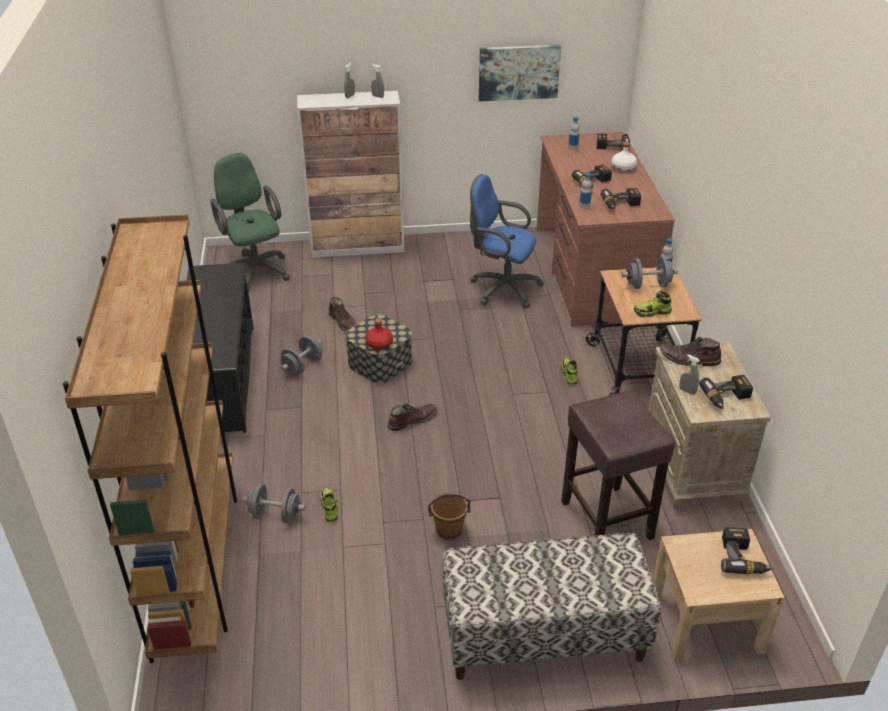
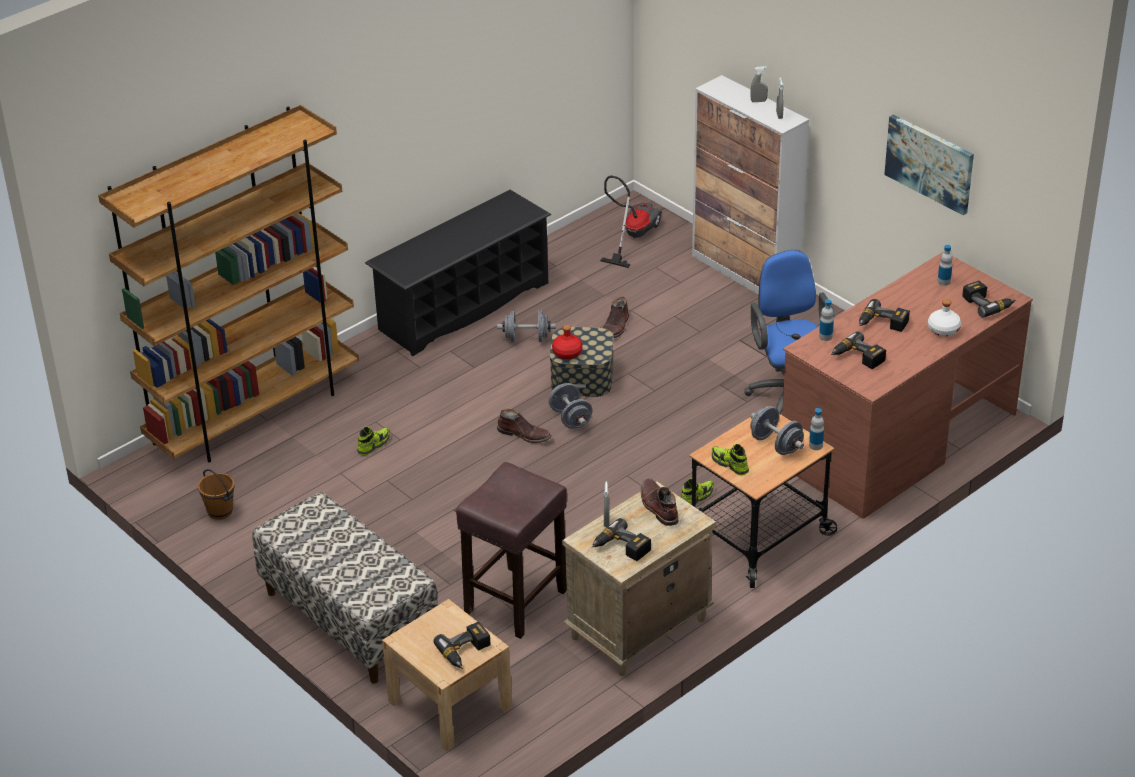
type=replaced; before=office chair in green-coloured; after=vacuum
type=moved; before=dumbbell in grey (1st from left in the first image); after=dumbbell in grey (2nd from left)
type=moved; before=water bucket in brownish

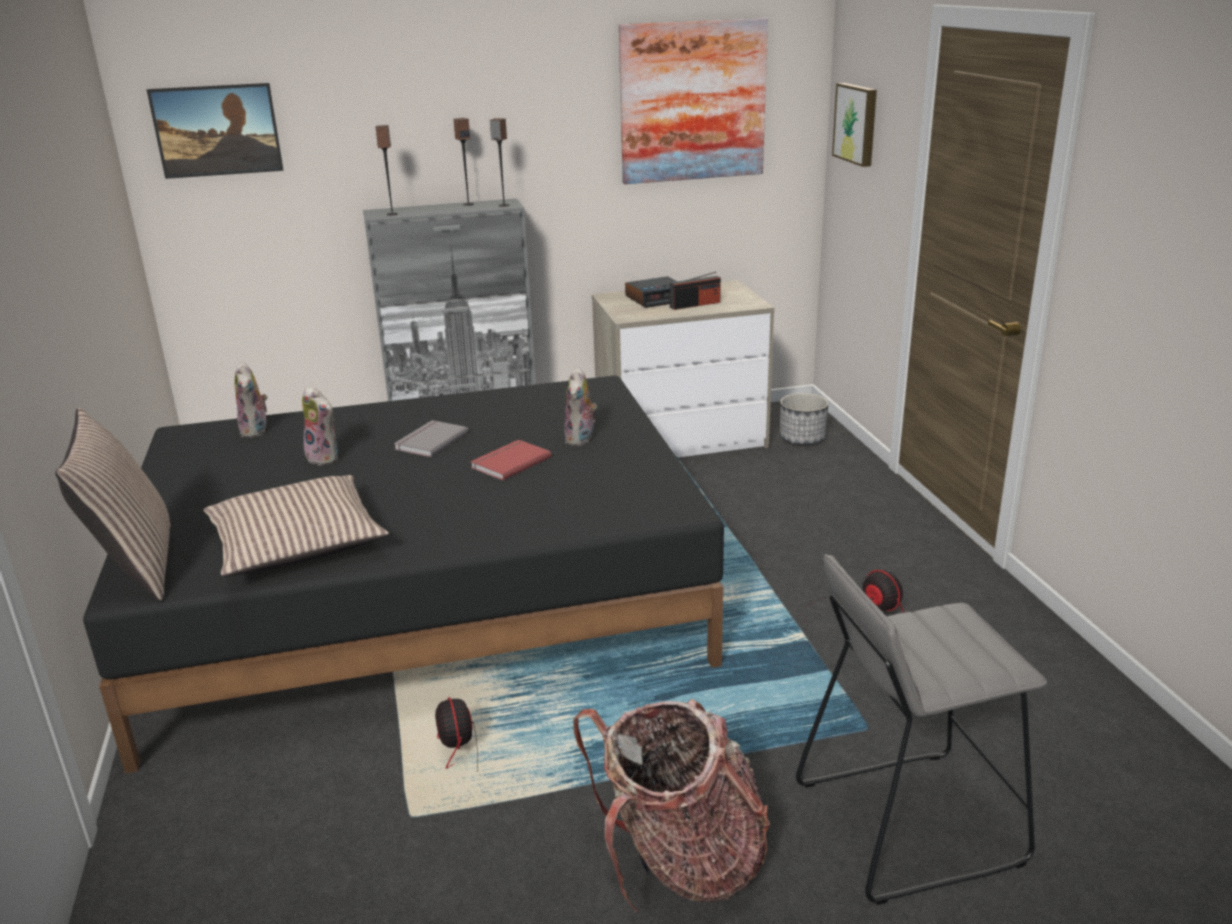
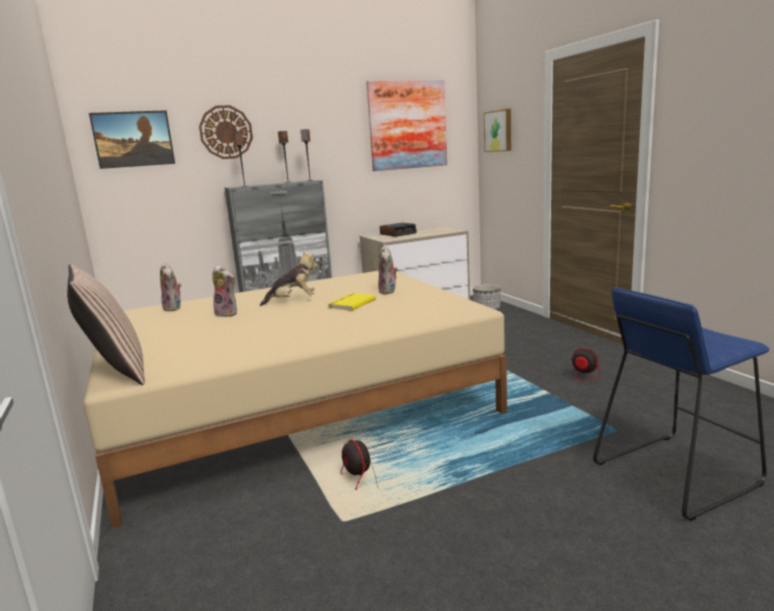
type=recoloured; before=bed in blackish; after=bed in beige-coloured
type=removed; before=throw pillow (2nd from left)
type=replaced; before=bound book in grey; after=plush toy (3rd from left)
type=recoloured; before=bound book in red-coloured; after=bound book in yellow
type=removed; before=rucksack
type=removed; before=radio set
type=recoloured; before=stool seat in grey; after=stool seat in bluish
type=added; after=wall clock

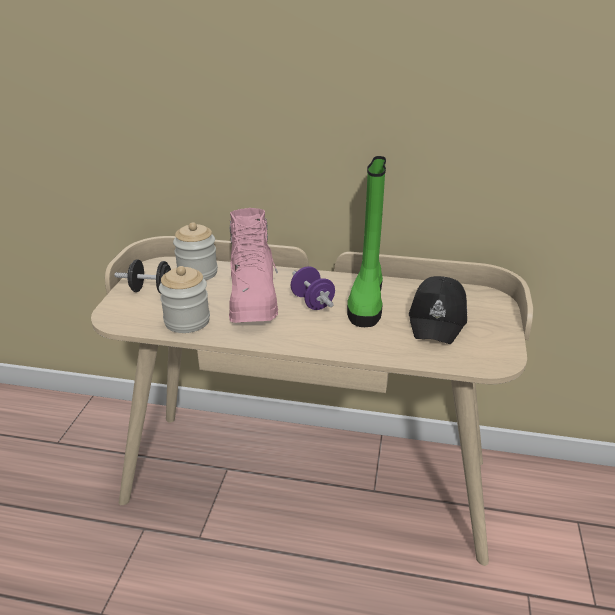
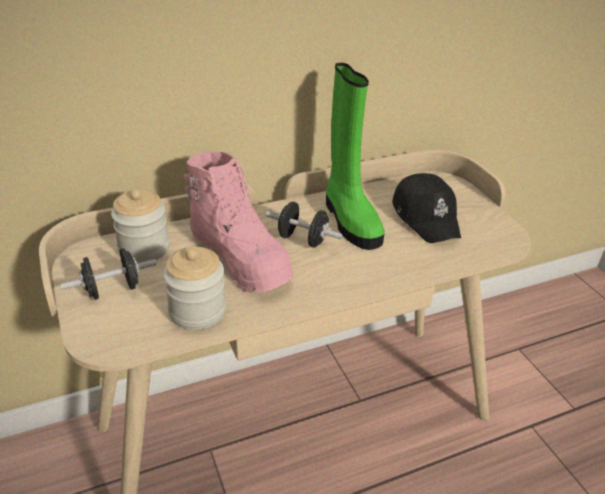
type=recoloured; before=dumbbell in purple-coloured; after=dumbbell in blackish (2nd from left)

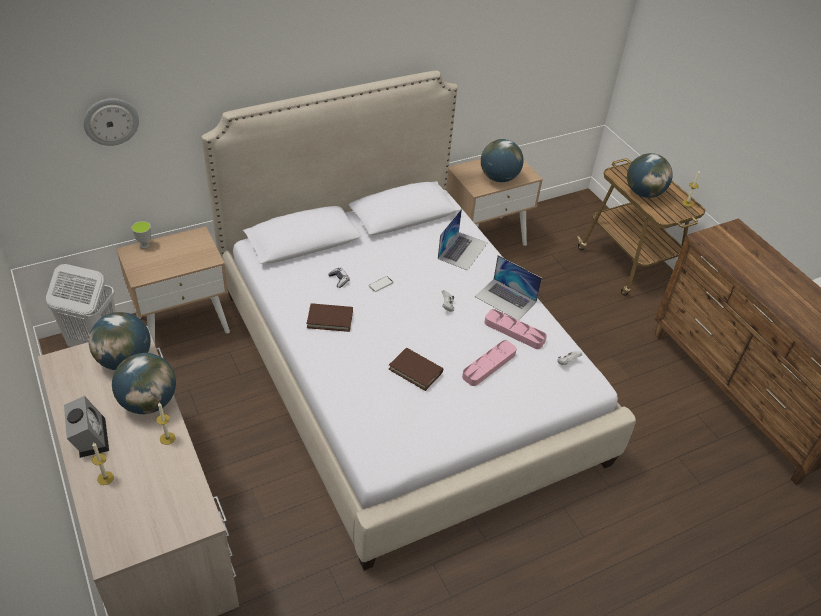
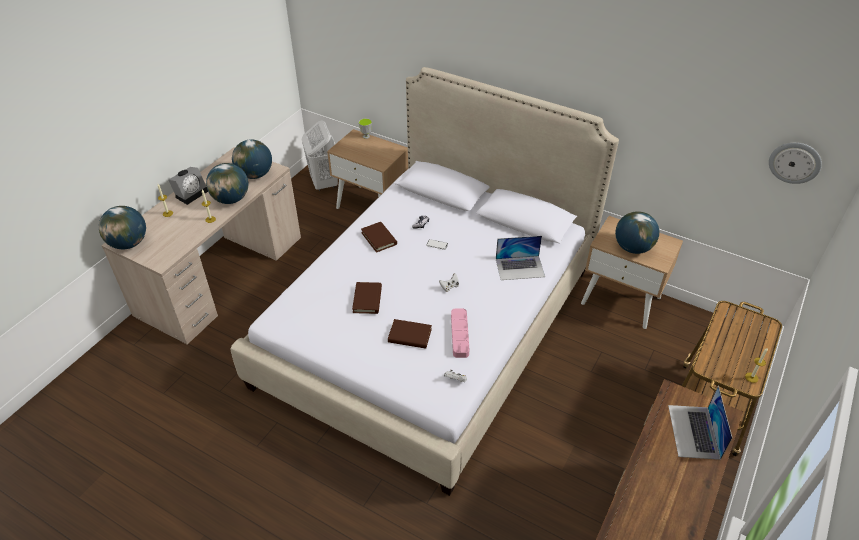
type=moved; before=wall clock
type=replaced; before=carrying tray in pink (1st from left); after=bound book in brownish (3rd from left)
type=moved; before=portable computer (2nd from left)
type=moved; before=globe (4th from left in the first image); after=globe (1st from left)

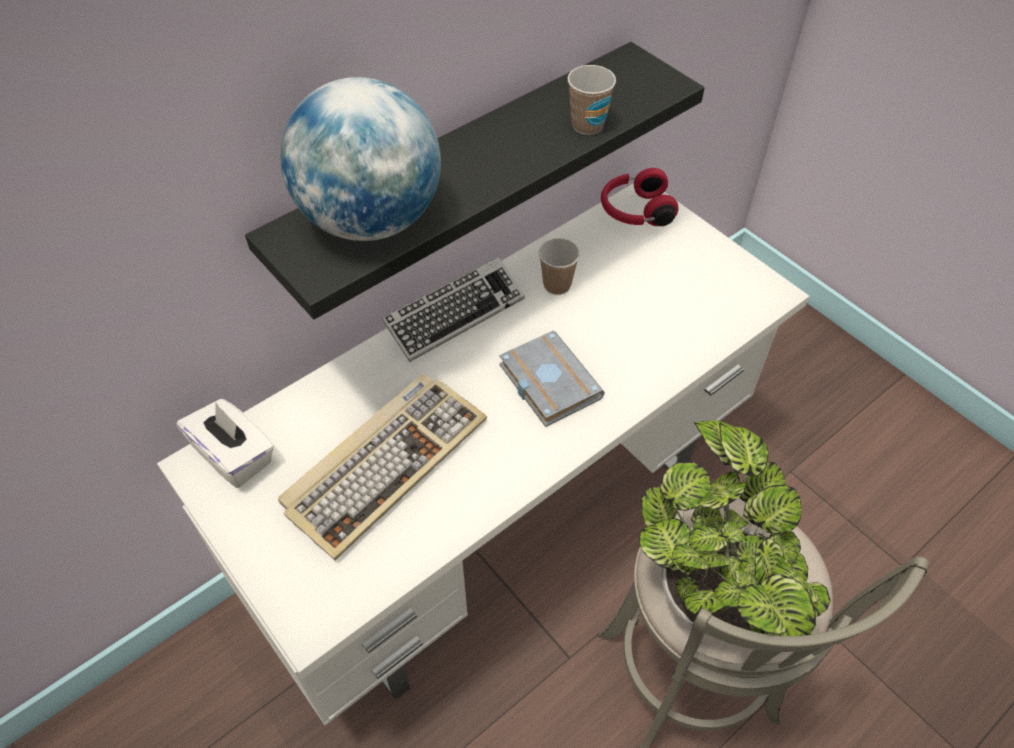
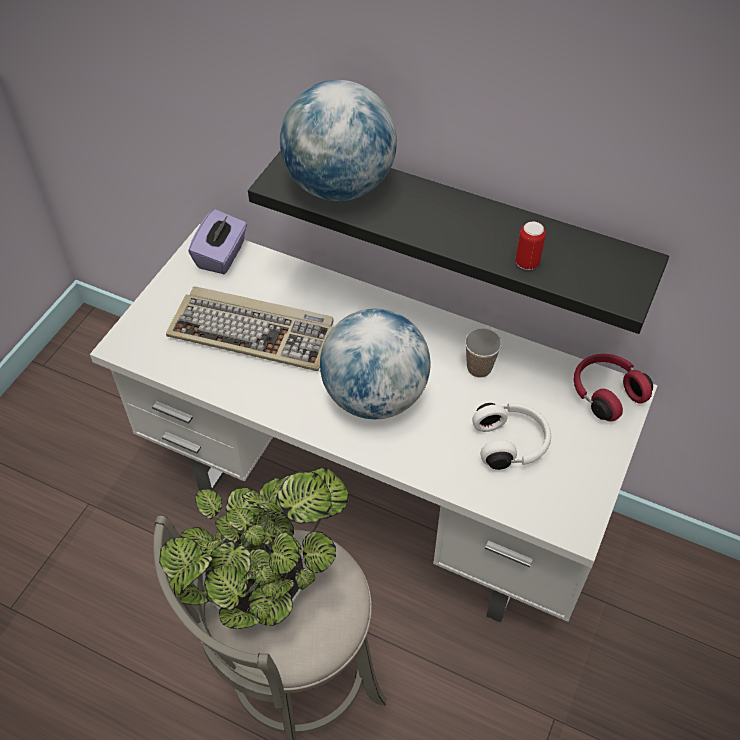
type=recoloured; before=tissue holder in whitish; after=tissue holder in purple-coloured
type=removed; before=PC keyboard (2nd from left)
type=replaced; before=bound book in grey; after=globe (2nd from left)
type=replaced; before=small cup (2nd from left); after=sealed can
type=added; after=pair of headphones in whitish

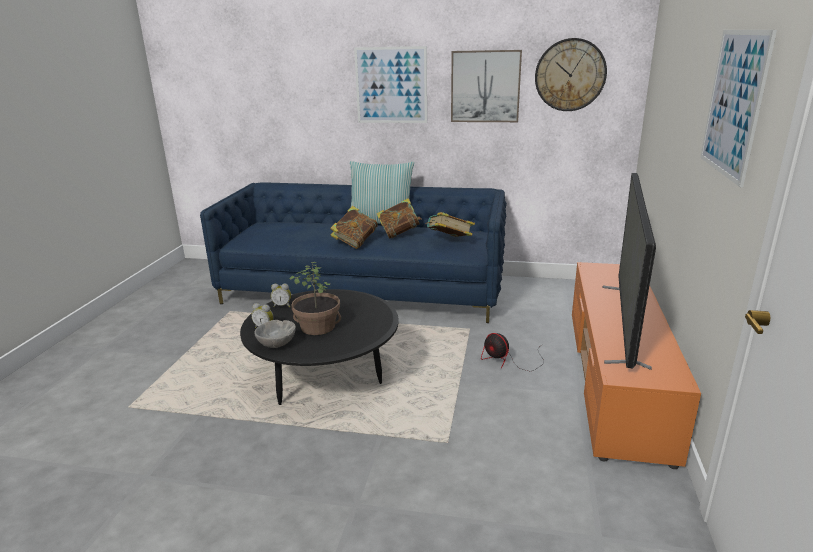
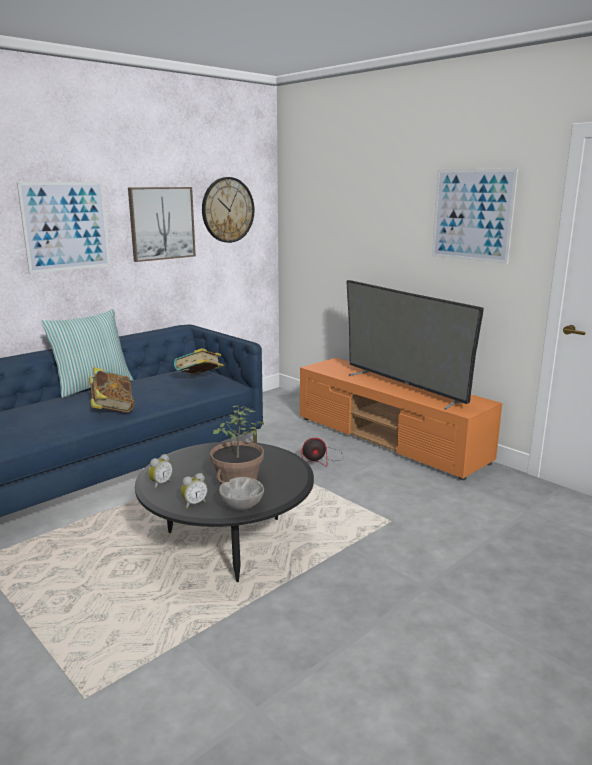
type=removed; before=bound book (2nd from left)

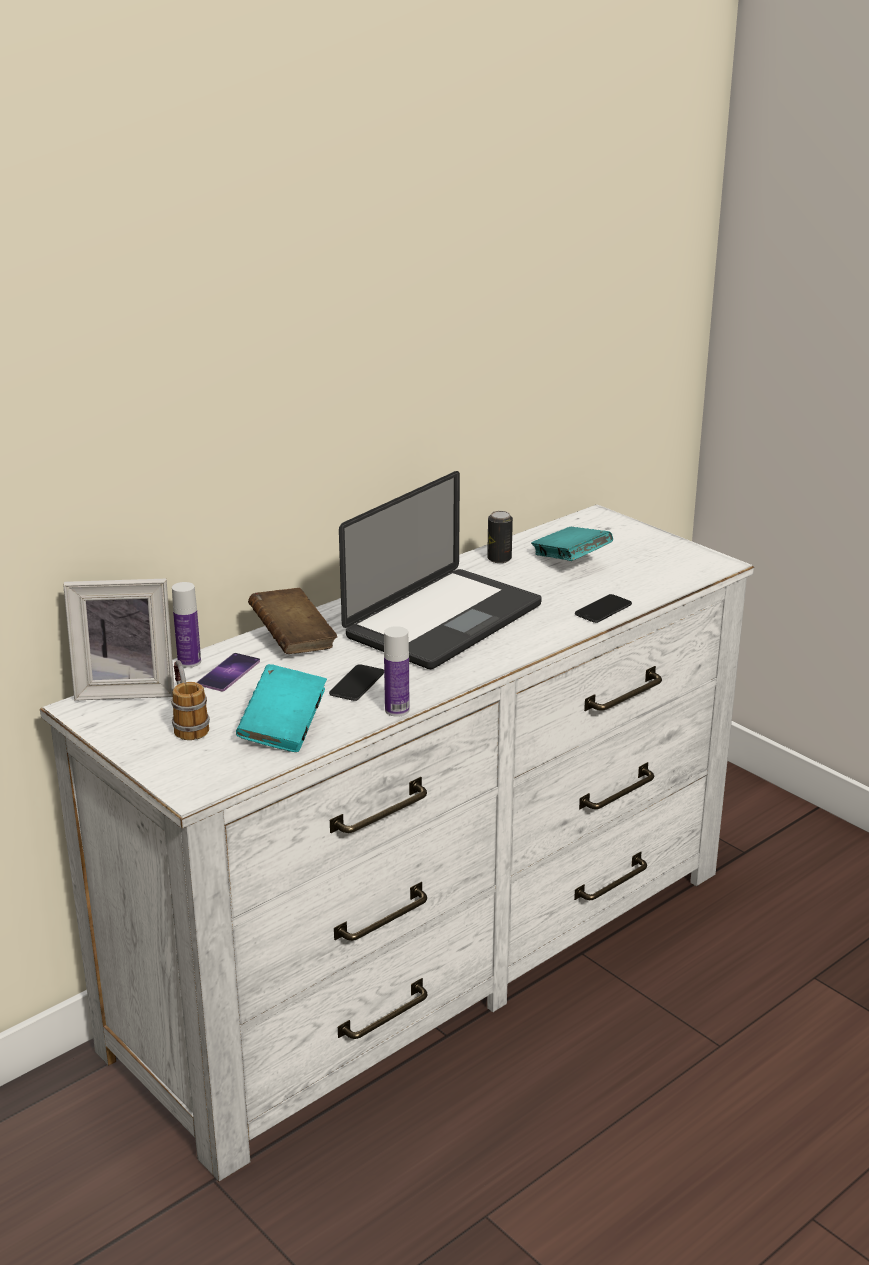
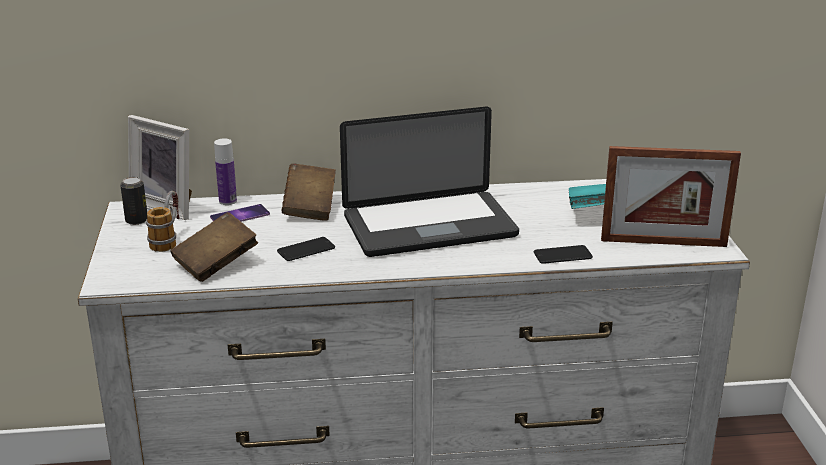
type=recoloured; before=bound book in blue-green (1st from left); after=bound book in brownish (1st from left)
type=removed; before=drink bottle (2nd from left)
type=moved; before=sealed can
type=added; after=standing frame (2nd from left)

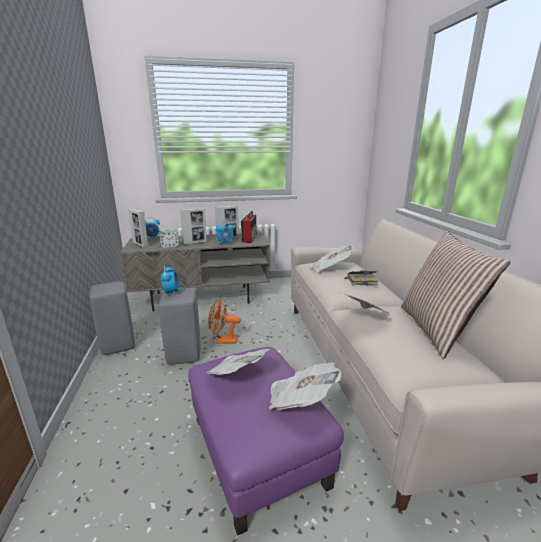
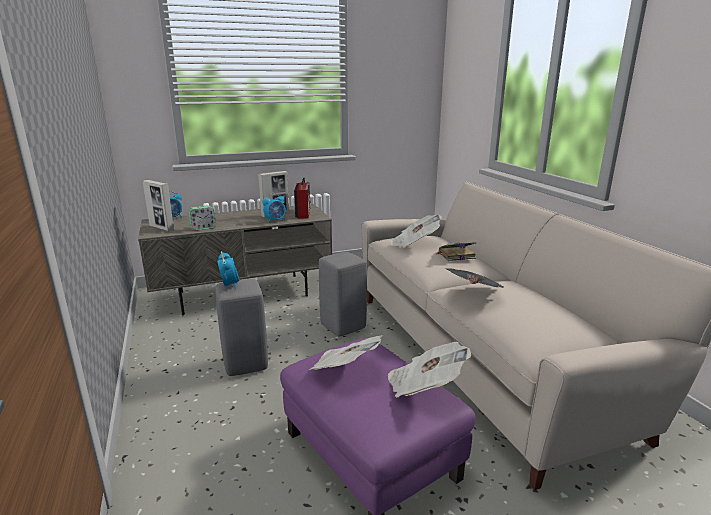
type=moved; before=stool seat in grey (1st from left in the first image); after=stool seat in grey (2nd from left)
type=removed; before=standing frame (2nd from left)
type=removed; before=electric fan in orange
type=removed; before=throw pillow

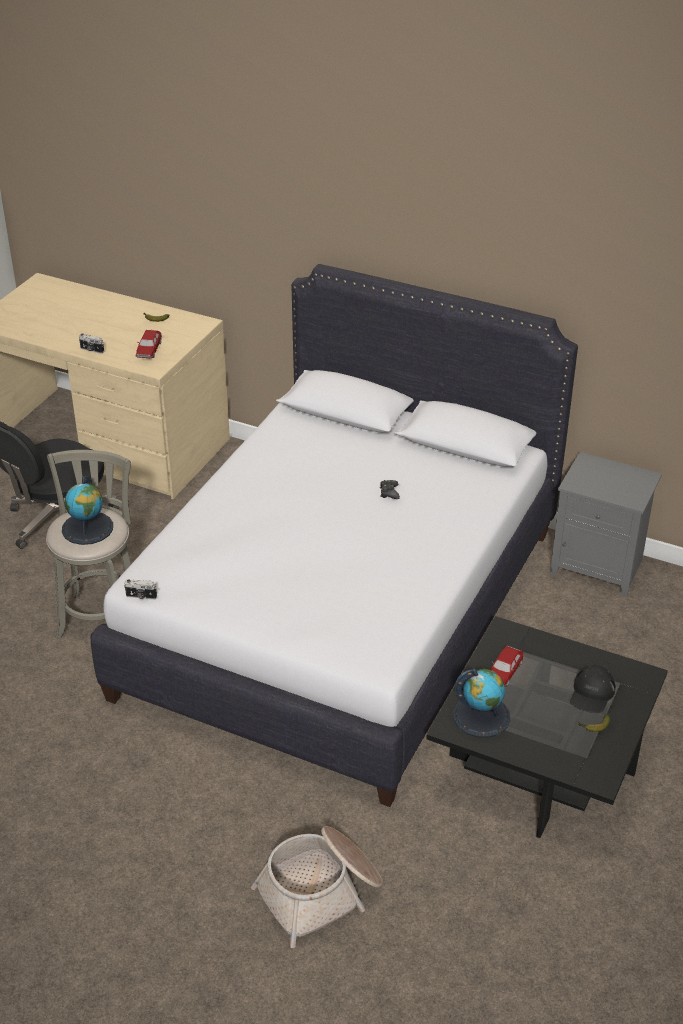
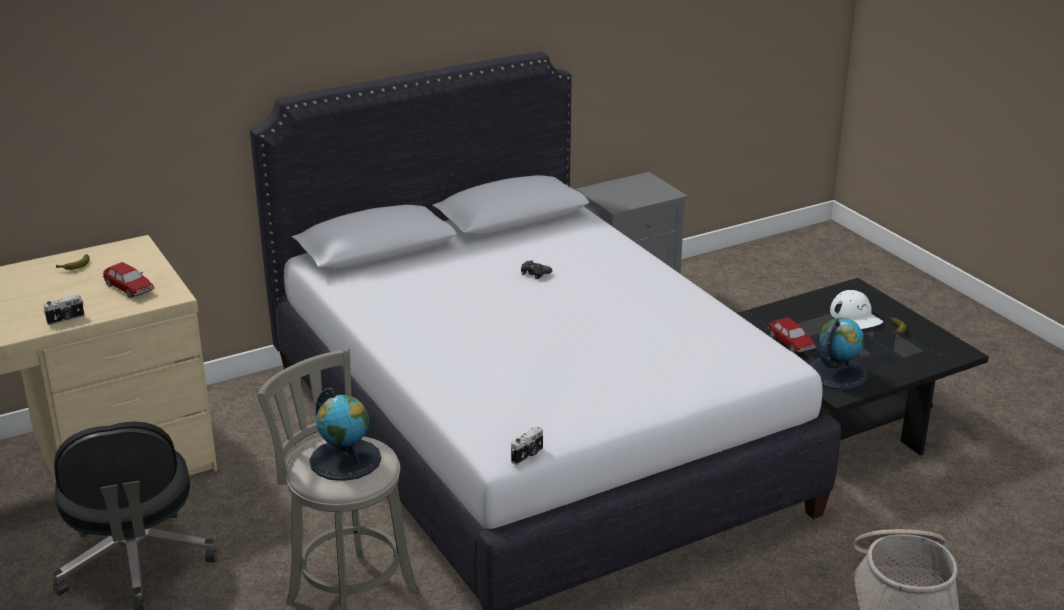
type=recoloured; before=baseball cap in blackish; after=baseball cap in whitish

